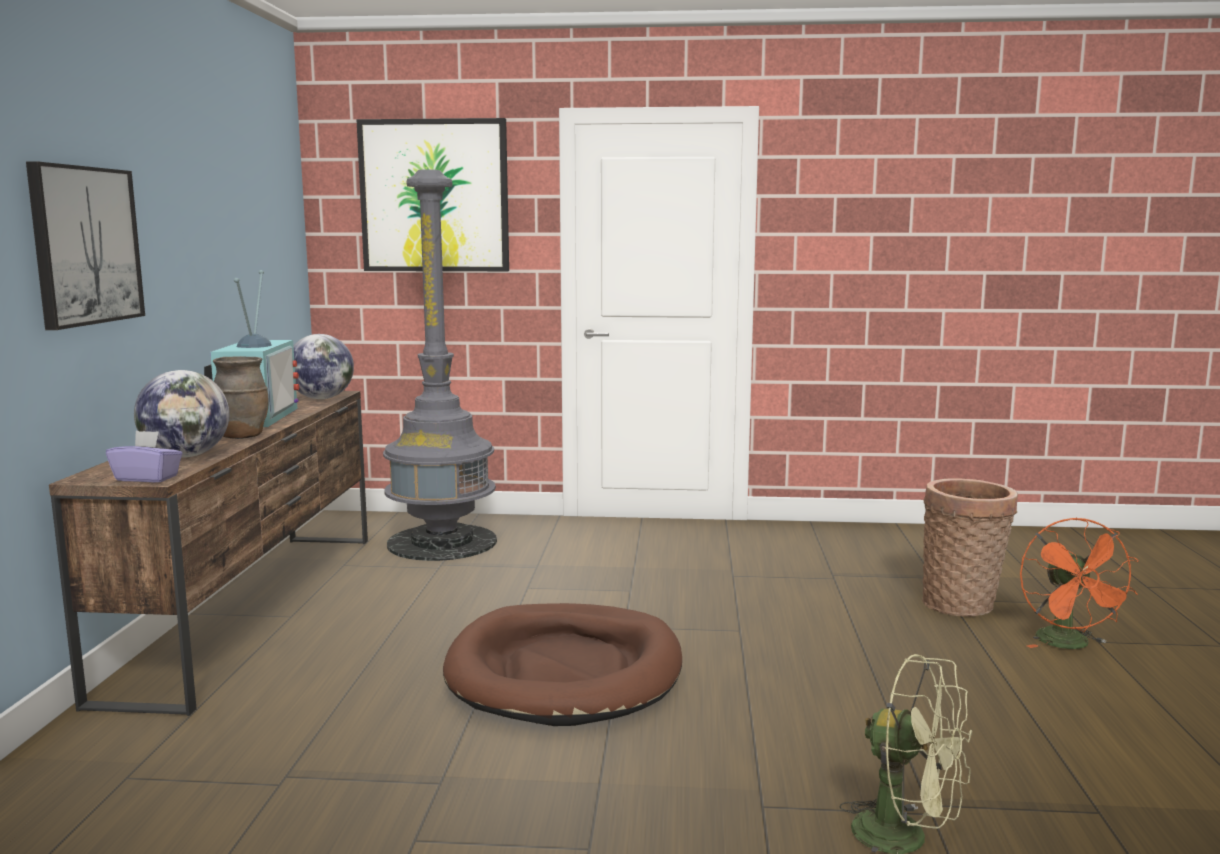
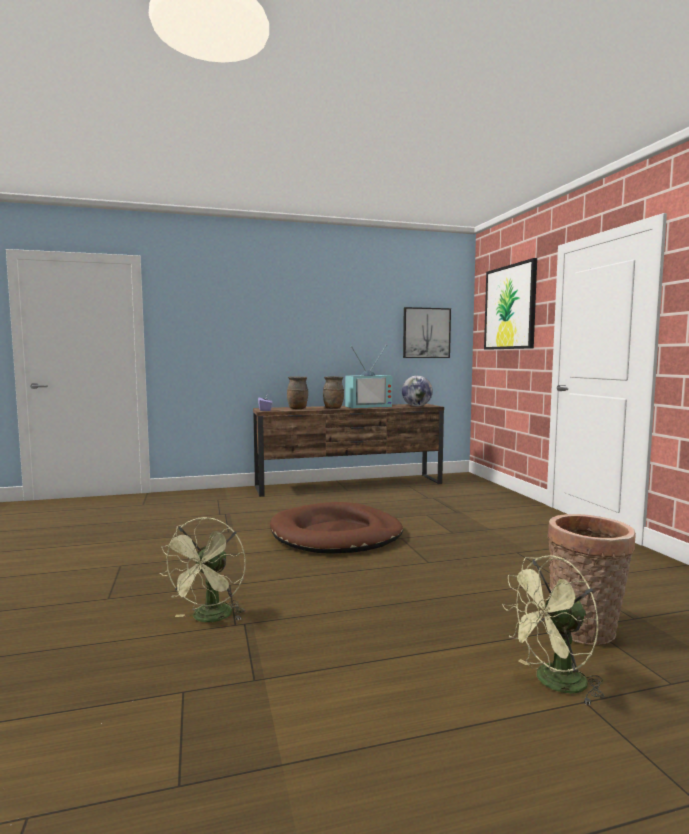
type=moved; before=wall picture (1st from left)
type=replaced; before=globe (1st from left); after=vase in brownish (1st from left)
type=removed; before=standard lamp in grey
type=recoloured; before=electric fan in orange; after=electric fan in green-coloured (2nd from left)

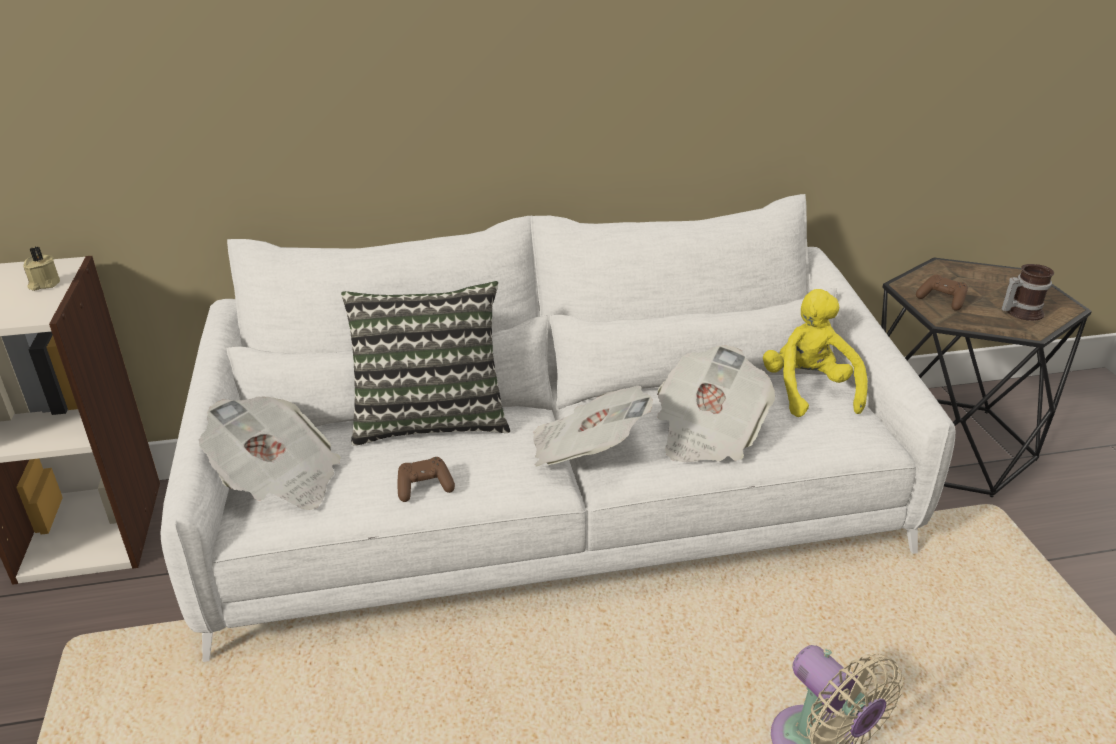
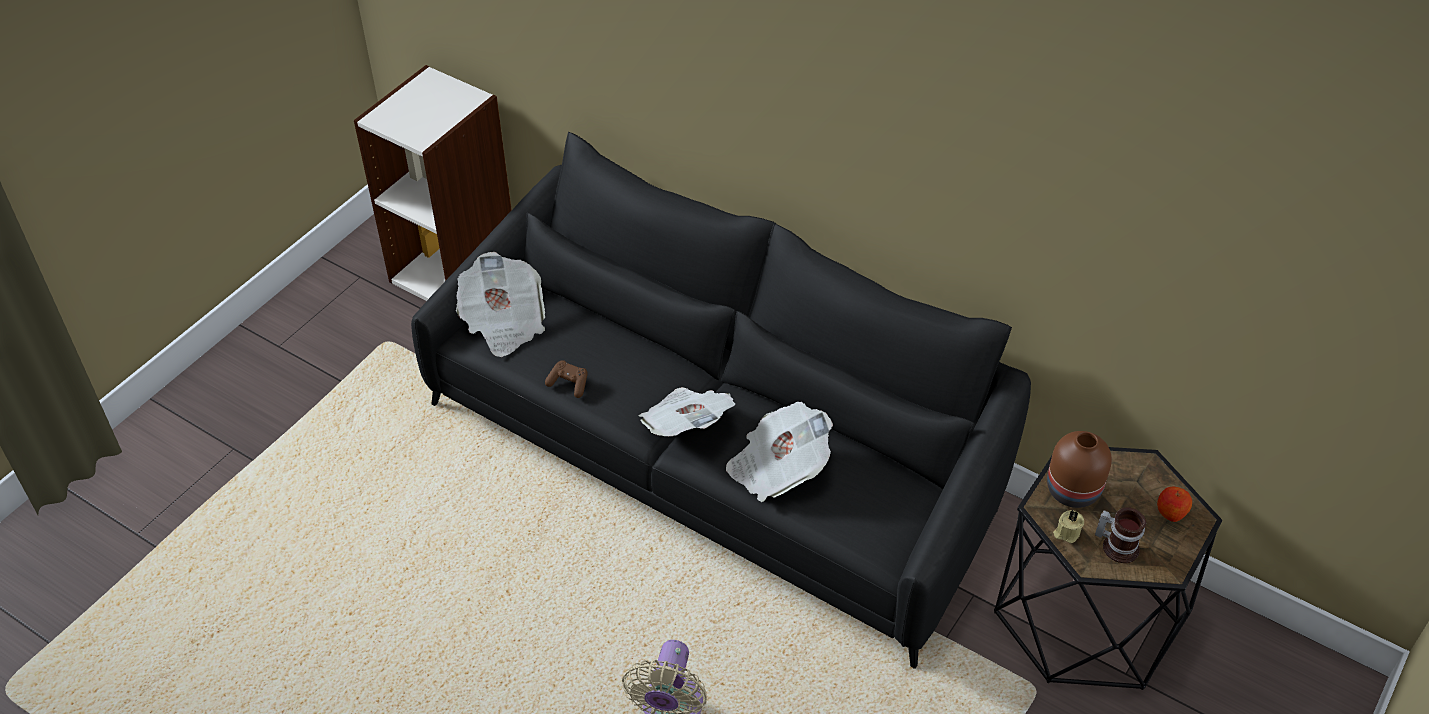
type=moved; before=wax light in beige-coloured
type=recoloured; before=sofa in whitish; after=sofa in blackish
type=removed; before=throw pillow
type=removed; before=plush toy in yellow
type=replaced; before=gamepad in brownish (2nd from left); after=vase in brownish
type=added; after=apple

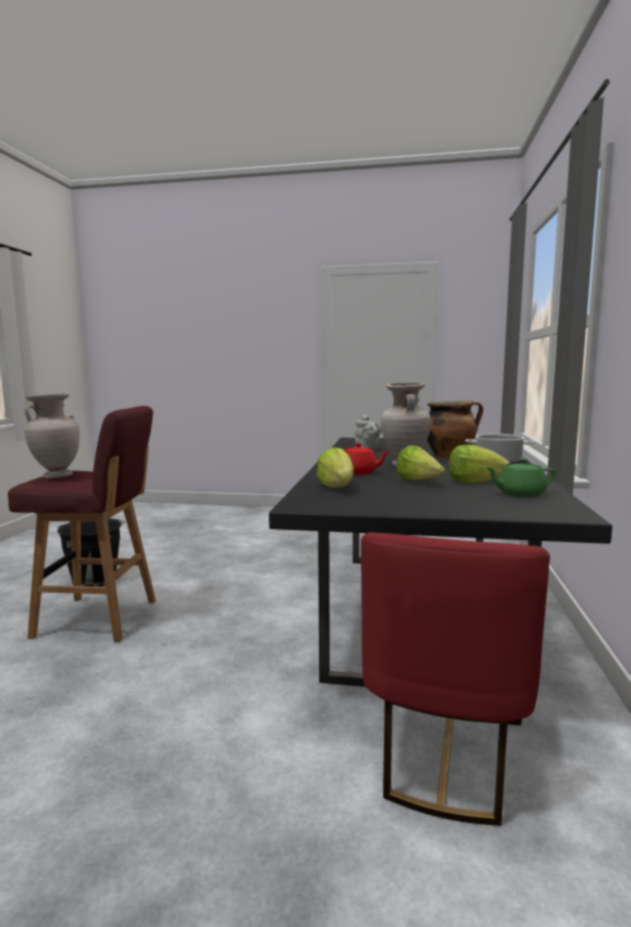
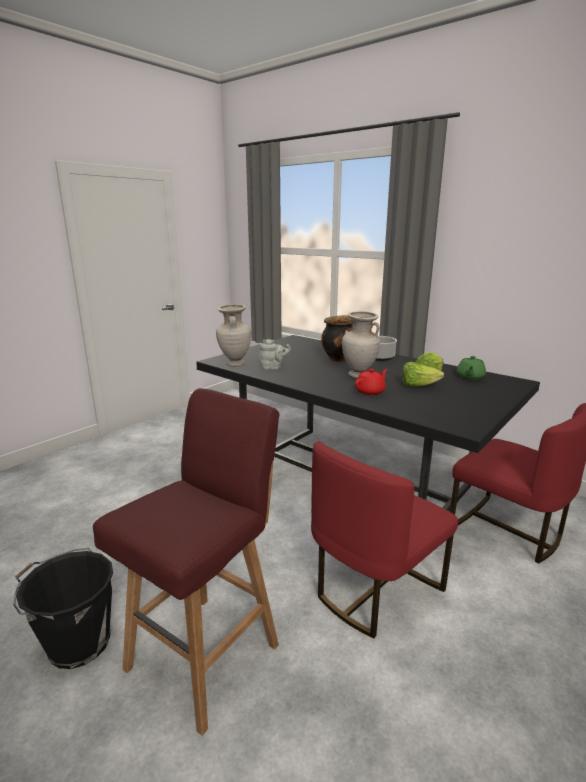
type=moved; before=vase in beige-coloured (1st from left)
type=removed; before=lettuce (1st from left)
type=added; after=upright chair in red-coloured (1st from left)

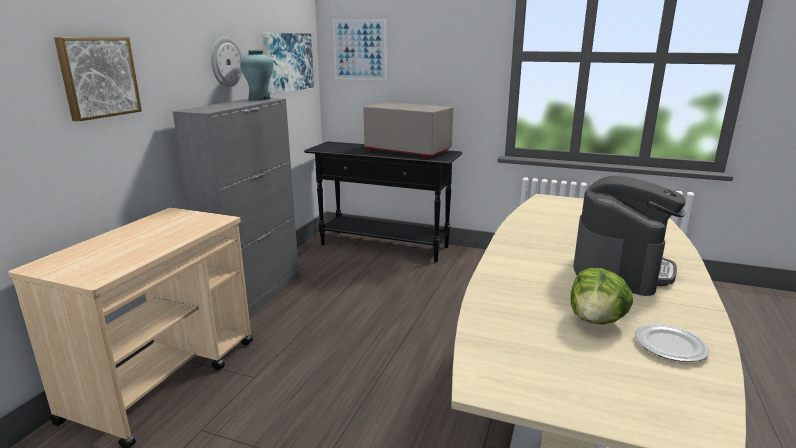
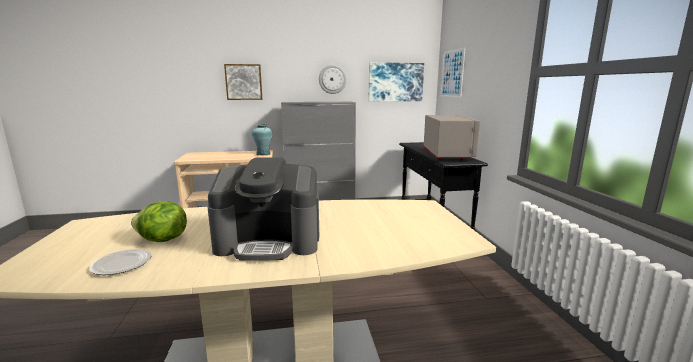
type=moved; before=vase in blue-green

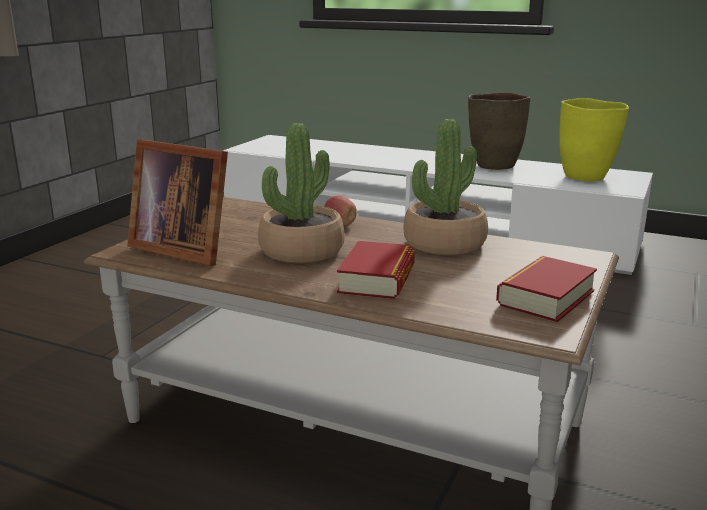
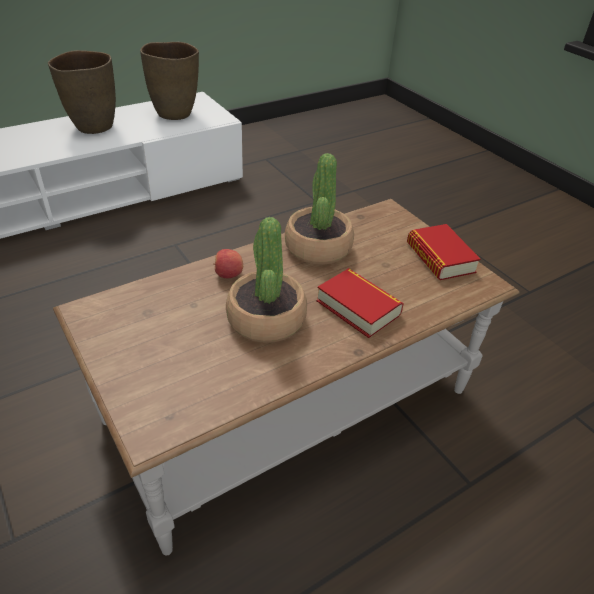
type=removed; before=standing frame
type=recoloured; before=vase in yellow; after=vase in brownish (2nd from left)

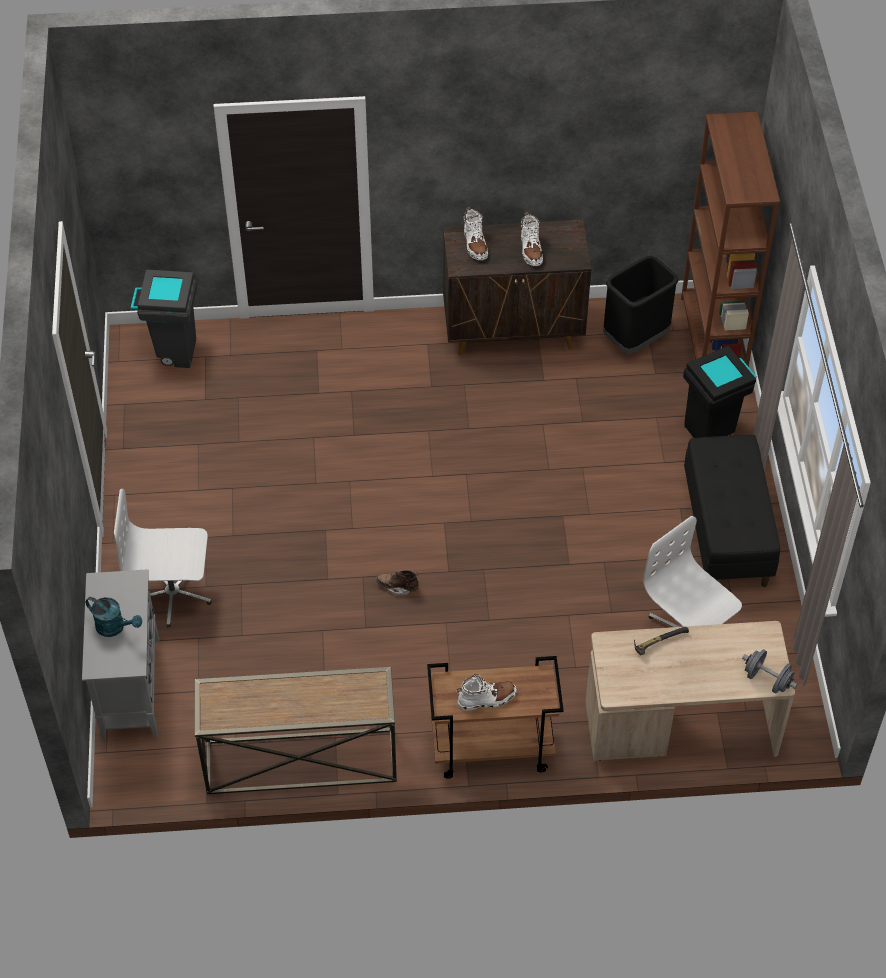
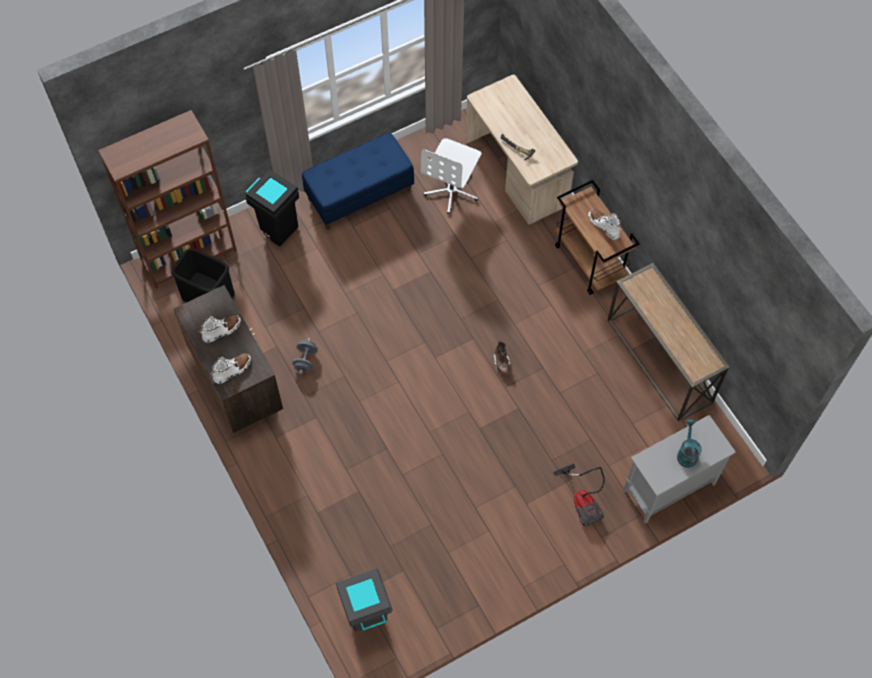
type=replaced; before=office chair in whitish (1st from left); after=vacuum
type=recoloured; before=indoor bench in blackish; after=indoor bench in bluish
type=moved; before=dumbbell in grey

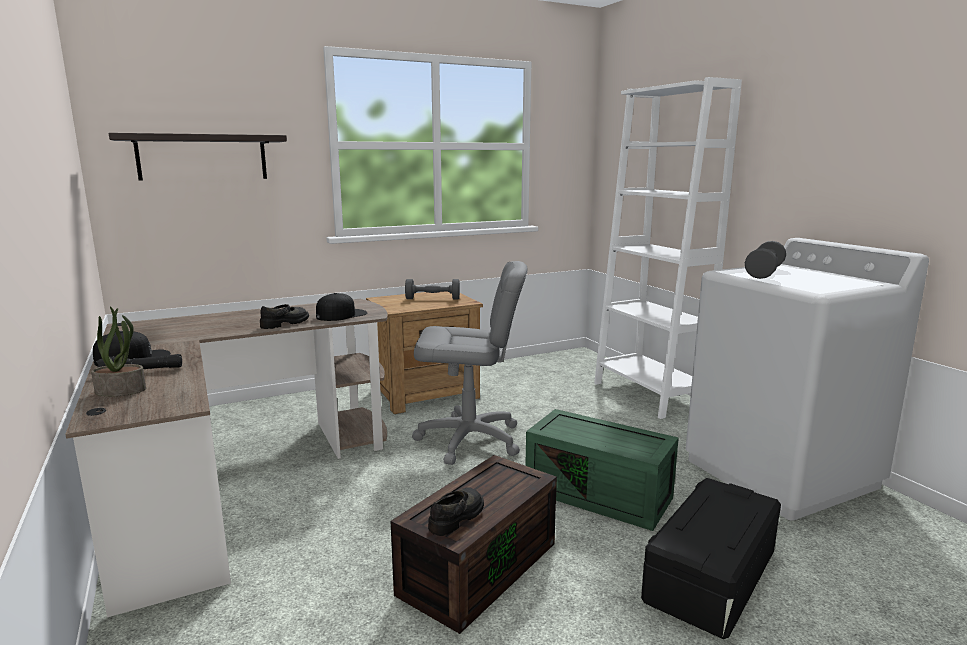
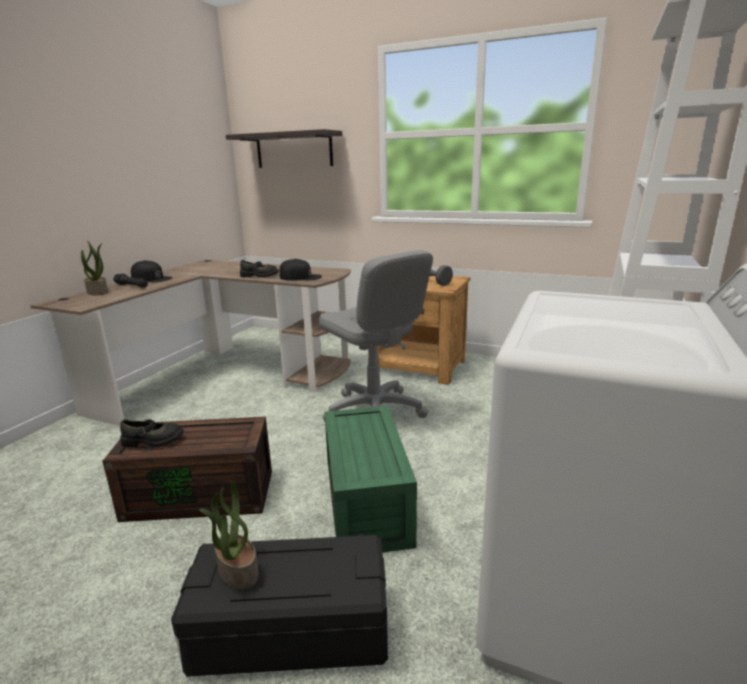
type=removed; before=dumbbell in grey (2nd from left)
type=added; after=houseplant (2nd from left)

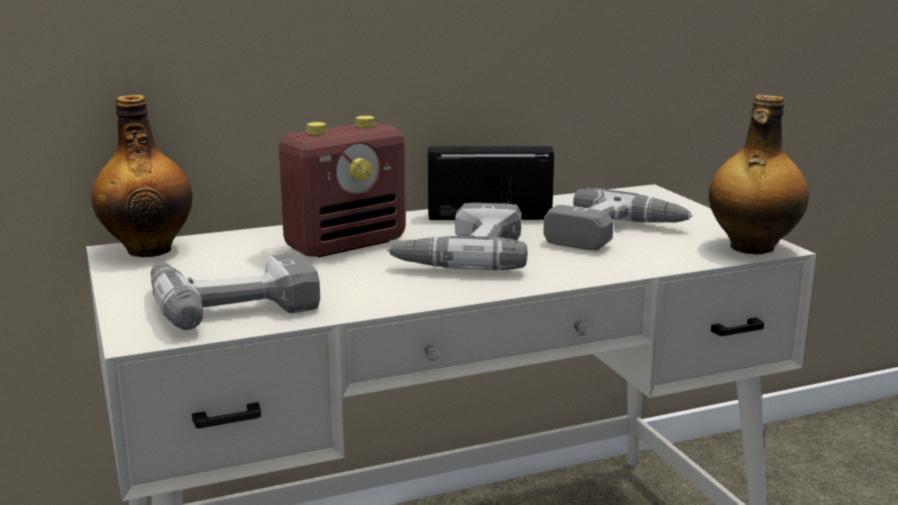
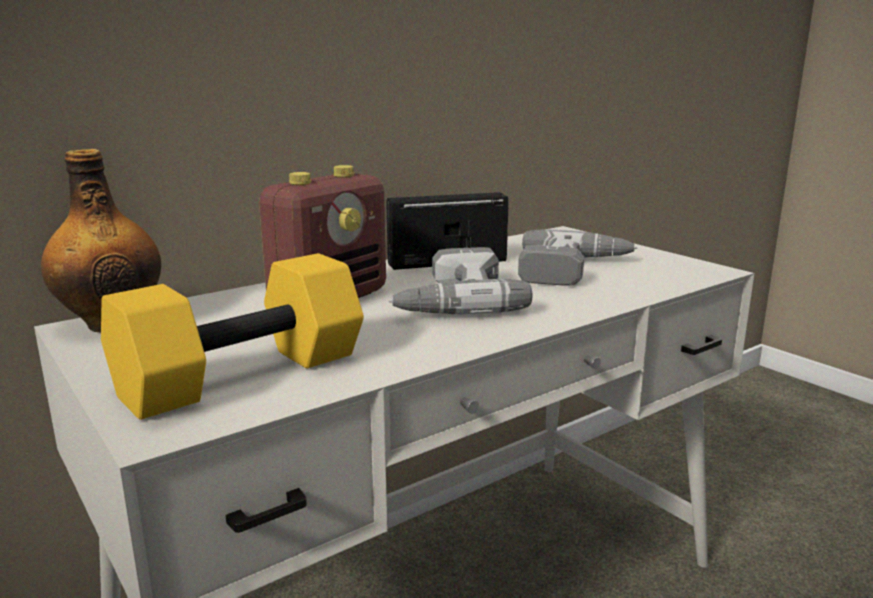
type=replaced; before=power drill (1st from left); after=dumbbell in yellow
type=removed; before=drink bottle (2nd from left)

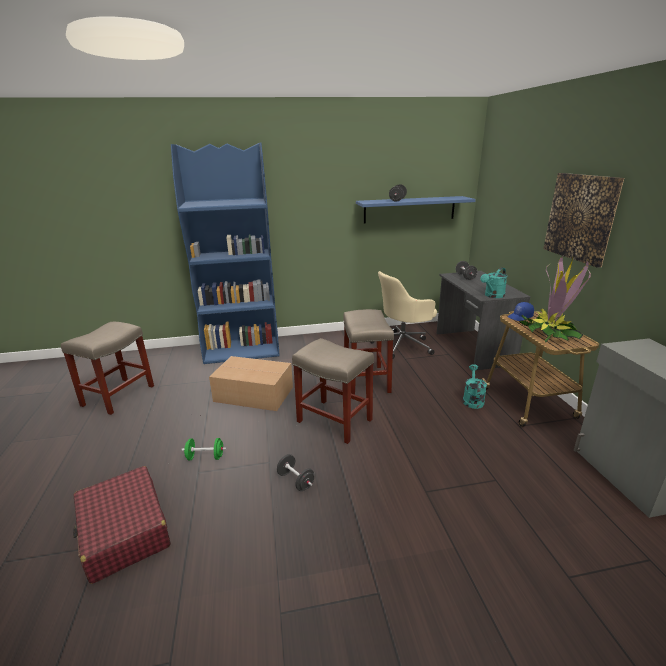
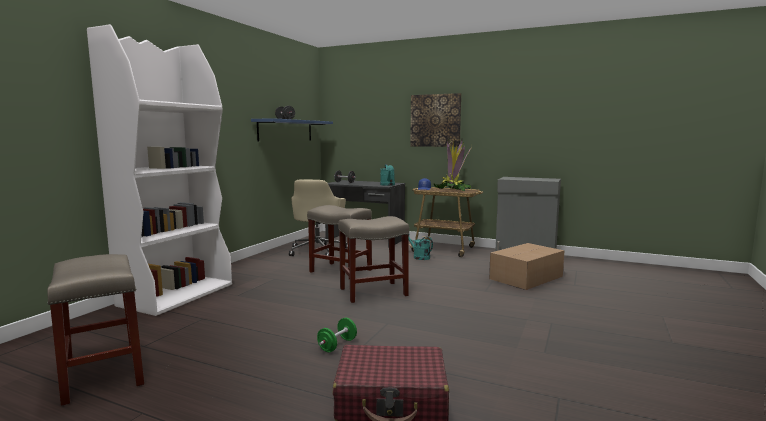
type=recoloured; before=shelving unit in bluish; after=shelving unit in whitish
type=moved; before=carton
type=removed; before=dumbbell in blackish (1st from left)

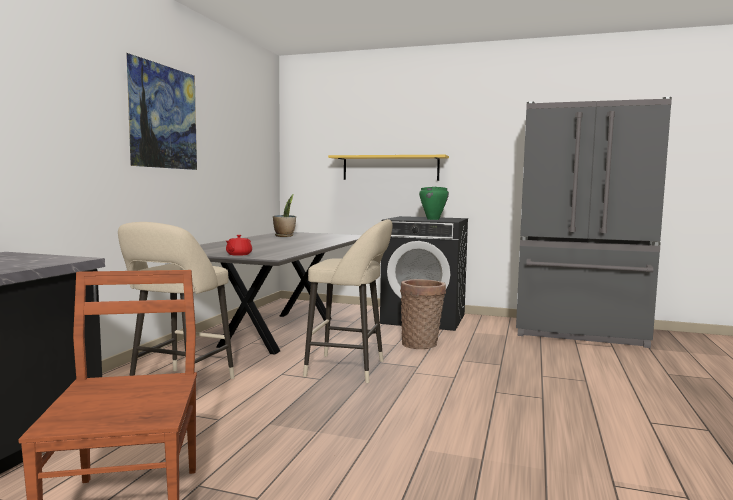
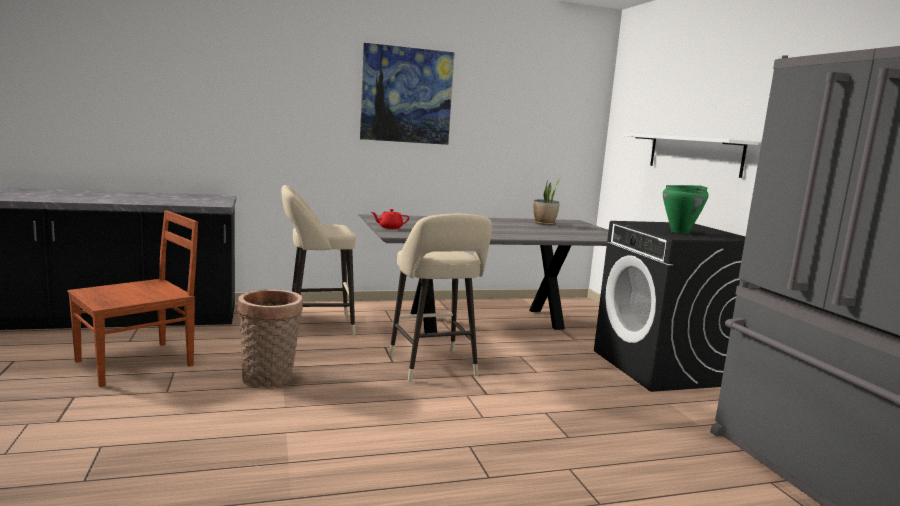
type=recoloured; before=shelf in yellow; after=shelf in whitish
type=moved; before=storage basket

